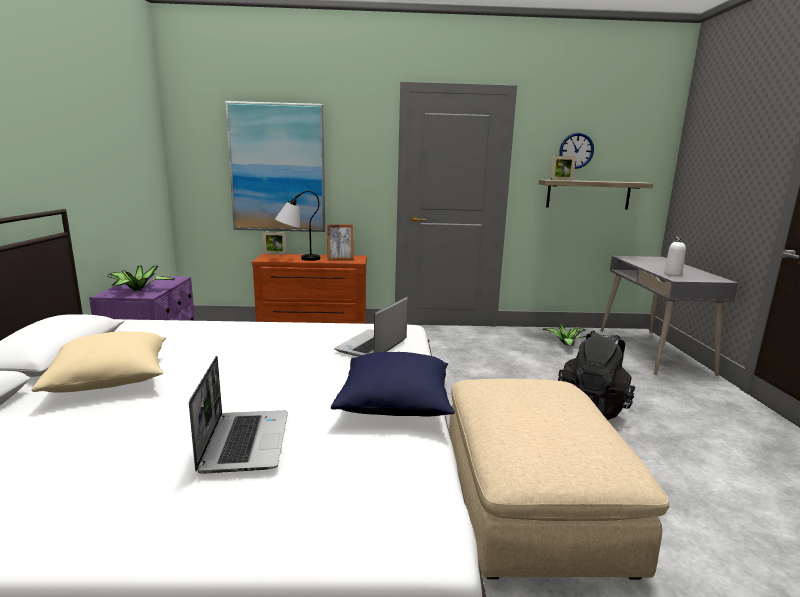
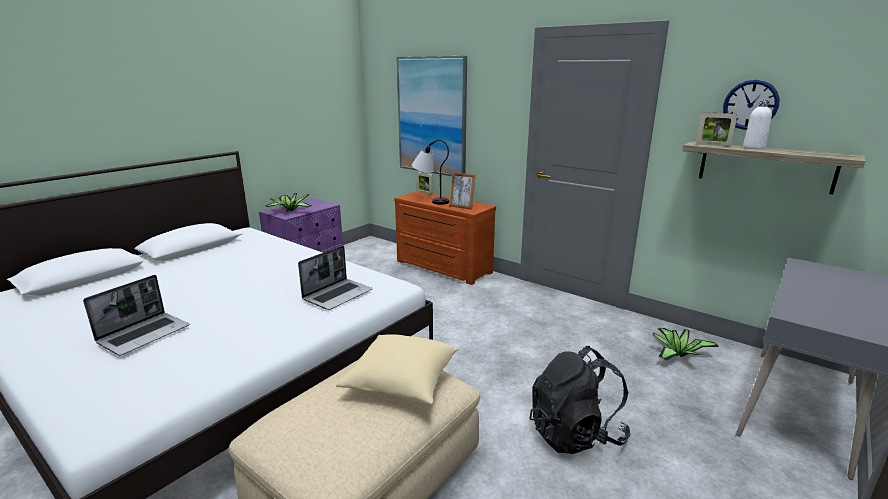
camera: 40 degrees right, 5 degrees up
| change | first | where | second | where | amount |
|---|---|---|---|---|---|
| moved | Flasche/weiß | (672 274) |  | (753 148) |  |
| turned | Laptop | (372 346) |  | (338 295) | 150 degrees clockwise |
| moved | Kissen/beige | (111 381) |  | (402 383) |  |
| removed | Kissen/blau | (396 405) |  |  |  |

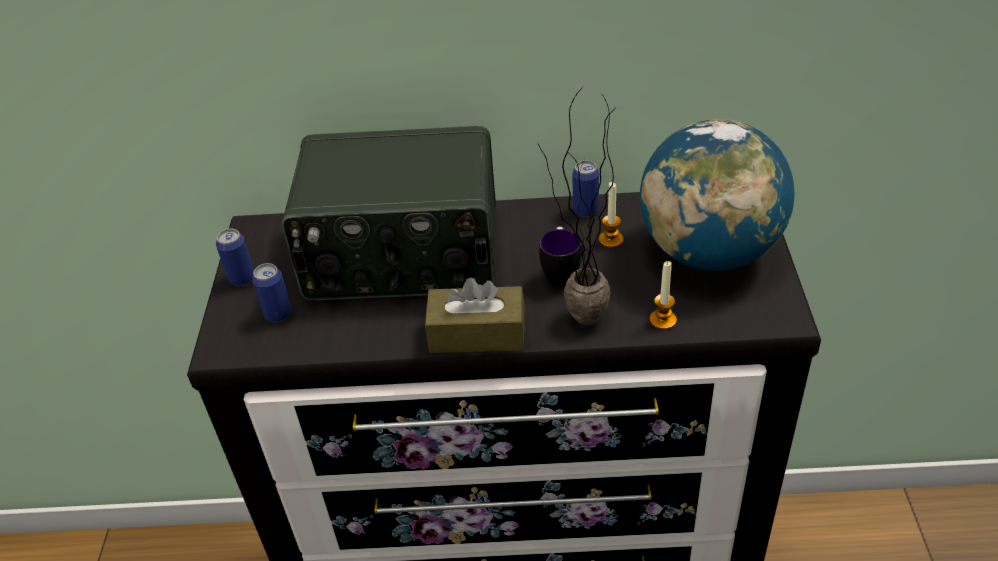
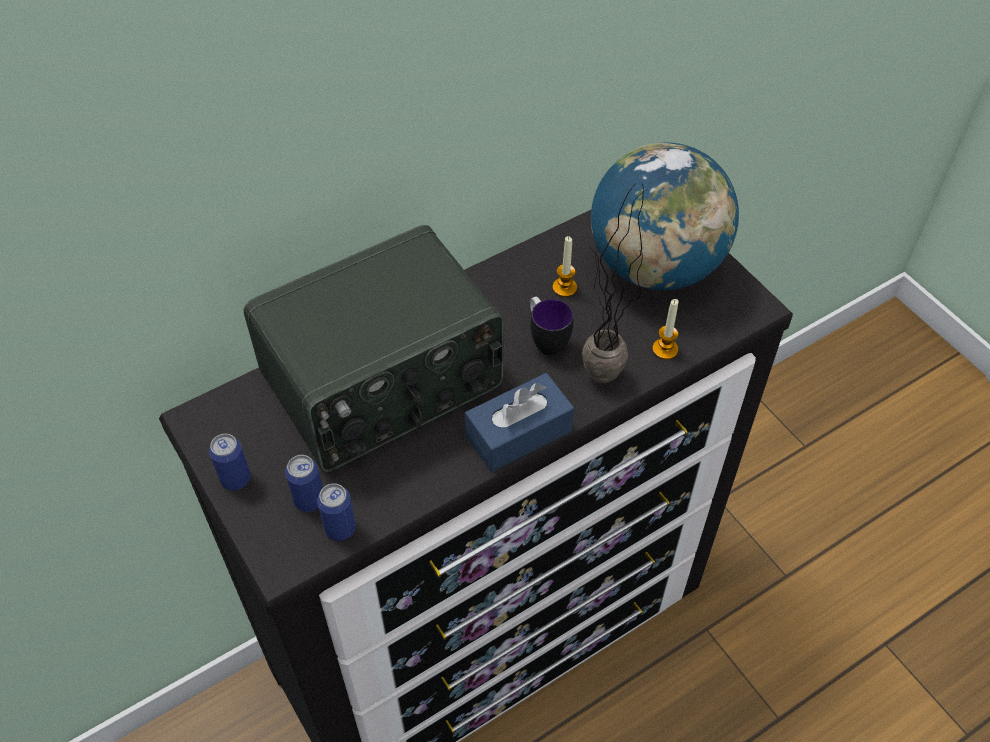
camera: 35 degrees left, 10 degrees up
| change | first | where | second | where | amount |
|---|---|---|---|---|---|
| moved | Dose | (585 210) |  | (340 528) |  |
| recoloured | Taschentuchbox/braun | (477 334) | Taschentuchbox/blau | (518 433) |  |

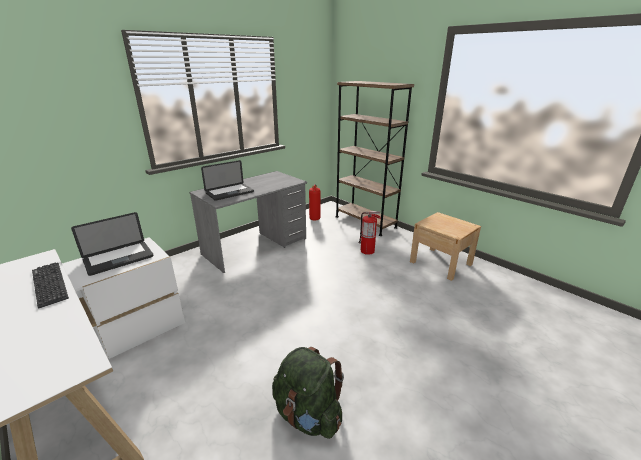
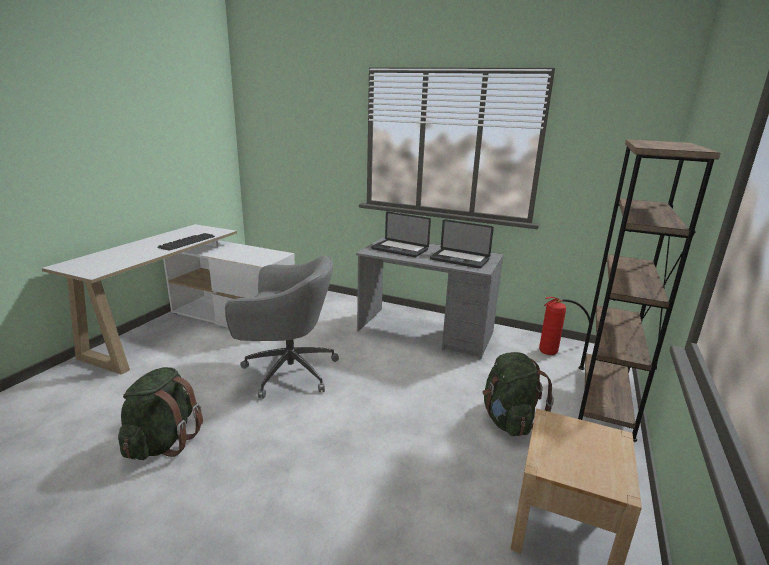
camera: 65 degrees right, 5 degrees down
| change | first | where | second | where | amount |
|---|---|---|---|---|---|
| replaced | Feuerlöscher | (367 251) | Rucksack/grün | (508 421) |  |
| moved | Laptop | (119 259) |  | (459 259) |  |
| added |  |  | Bürostuhl/grau | (287 371) |  |

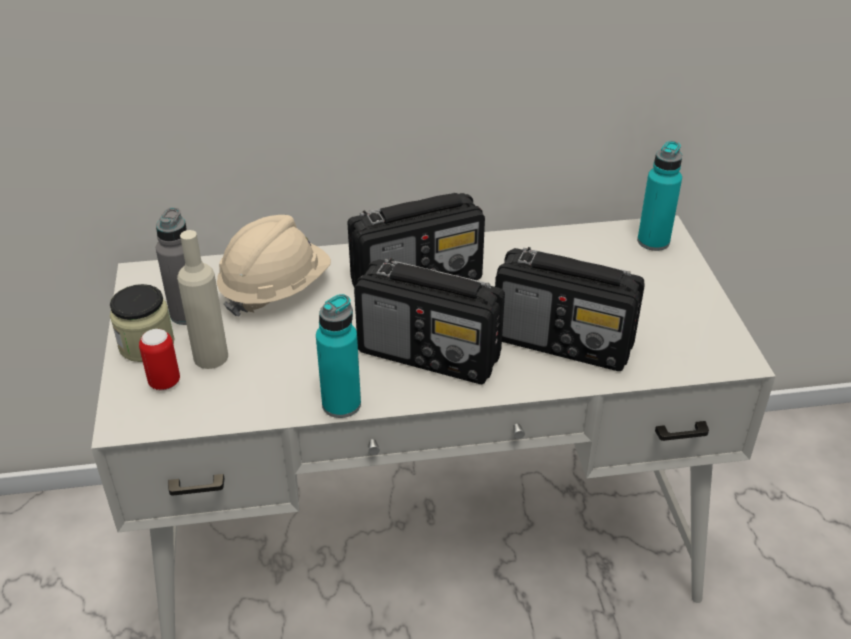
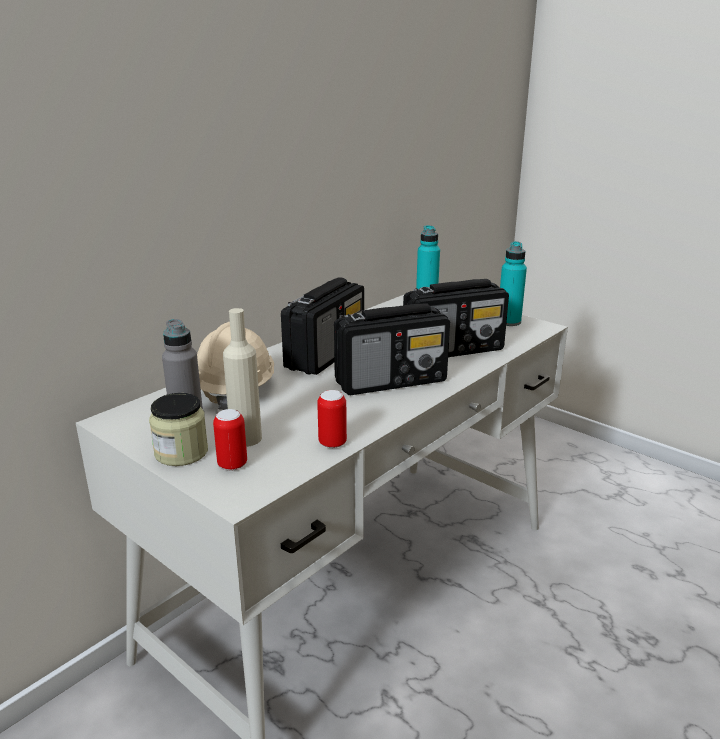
camera: 40 degrees left, 15 degrees down
| change | first | where | second | where | amount |
|---|---|---|---|---|---|
| moved | Flasche/türkis | (341 404) |  | (509 322) |  |
| added |  |  | Dose | (332 443) |  |

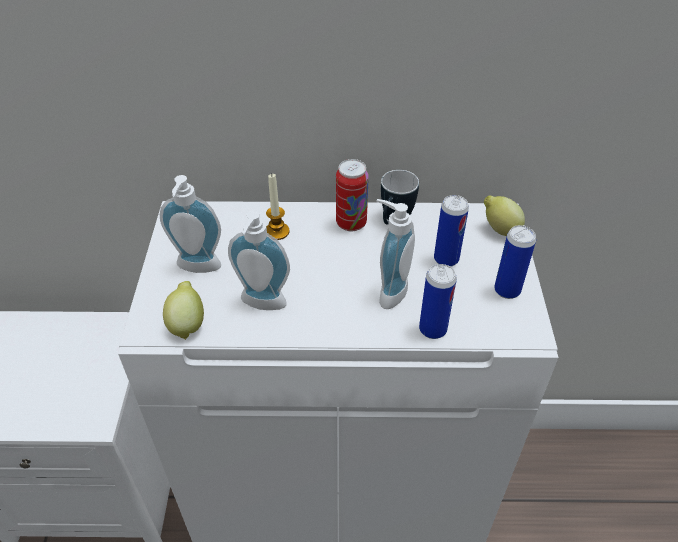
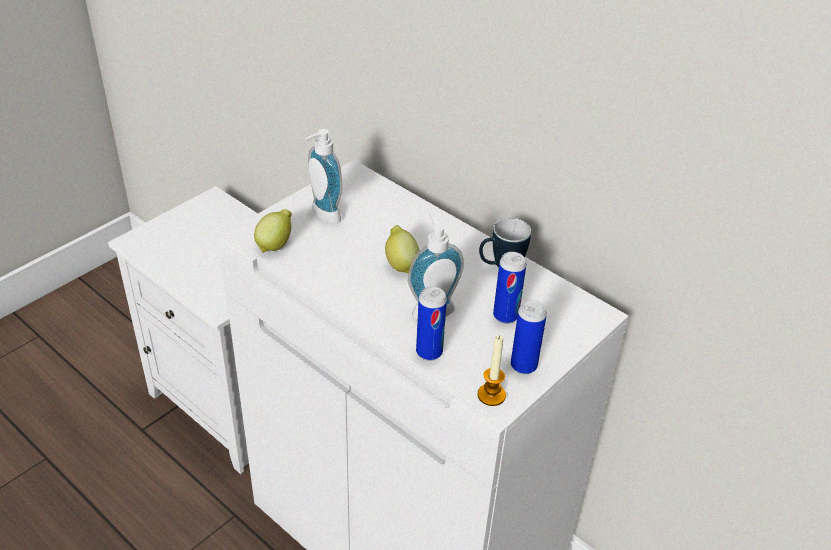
camera: 40 degrees right, 5 degrees down
| change | first | where | second | where | amount |
|---|---|---|---|---|---|
| removed | Dose | (351 223) |  |  |  |
| moved | Kerze | (277 231) |  | (491 395) |  |
| moved | Zitrone | (499 230) |  | (401 264) |  |
| removed | Seifenspender | (261 305) |  |  |  |

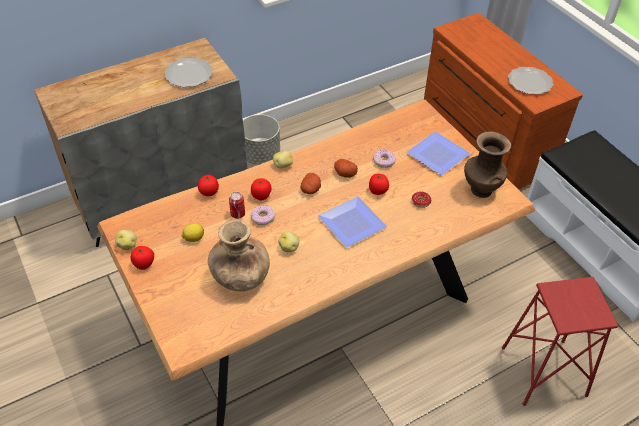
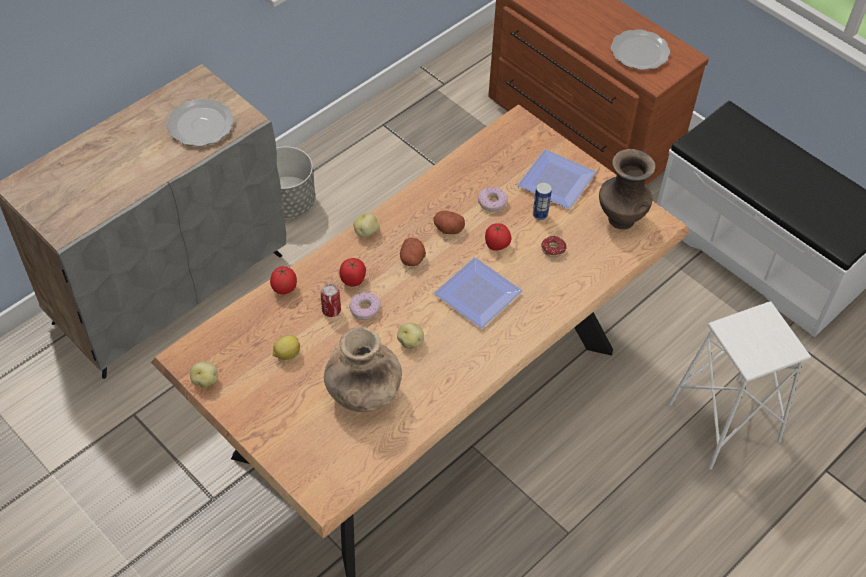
camera: 15 degrees left, 5 degrees up
| change | first | where | second | where | amount |
|---|---|---|---|---|---|
| removed | Tomate | (144 264) |  |  |  |
| recoloured | Hocker/rot | (543 371) | Hocker/weiß | (723 422) |  |
| added |  |  | Dose | (540 214) |  |

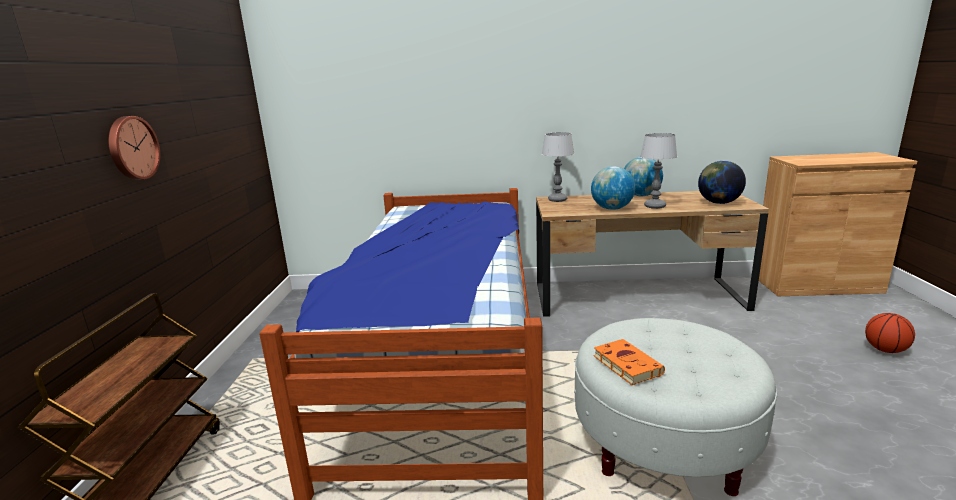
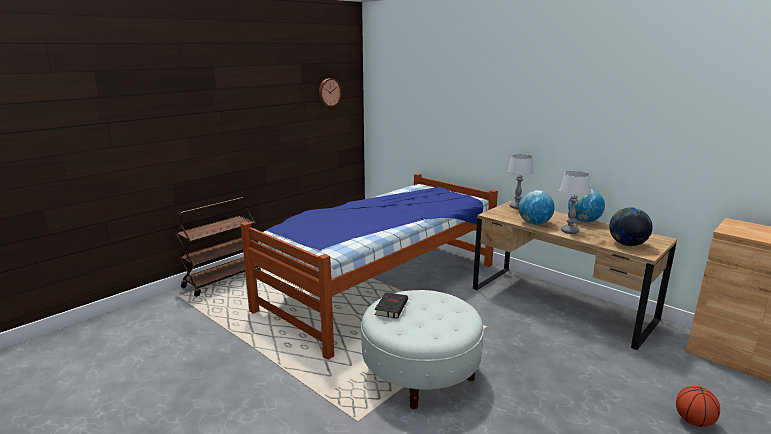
camera: 40 degrees right, 0 degrees up
| change | first | where | second | where | amount |
|---|---|---|---|---|---|
| moved | Wanduhr | (132 148) |  | (329 92) |  |
| recoloured | Buch/orange | (625 364) | Buch/schwarz | (391 307) |  |

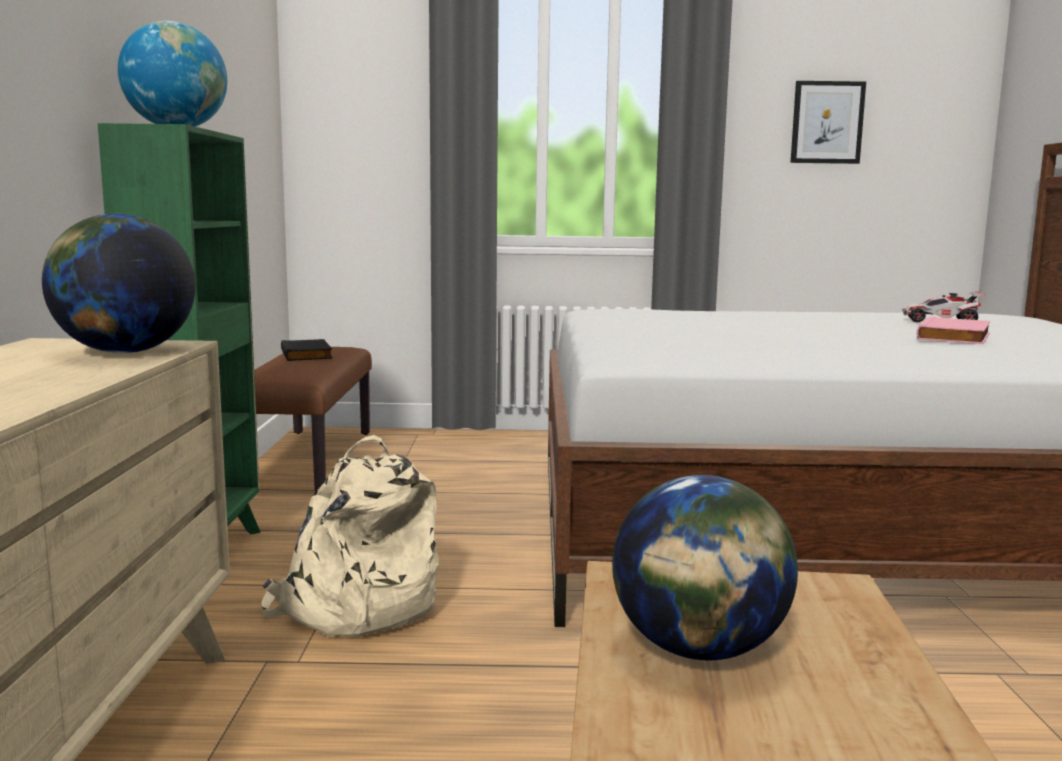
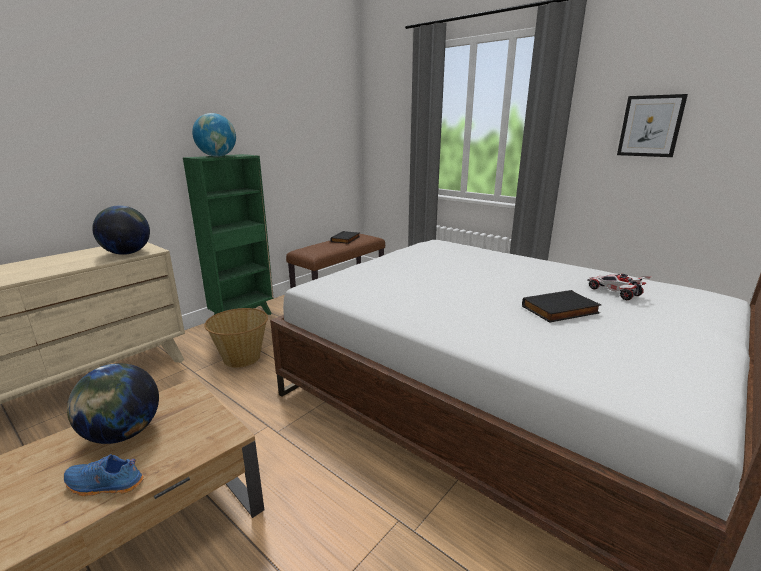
camera: 40 degrees right, 10 degrees up
| change | first | where | second | where | amount |
|---|---|---|---|---|---|
| recoloured | Buch/rosa | (956 337) | Buch/schwarz | (560 310) |  |
| replaced | Rucksack/beige | (356 607) | Korb | (241 357) |  |
| added |  |  | Schuh/blau | (104 485) |  |

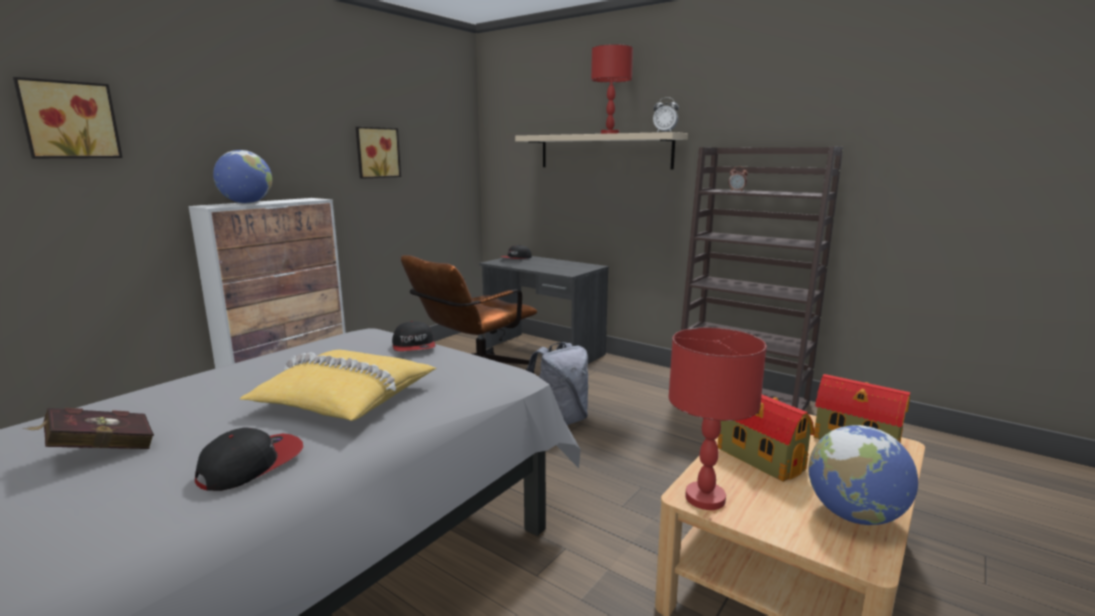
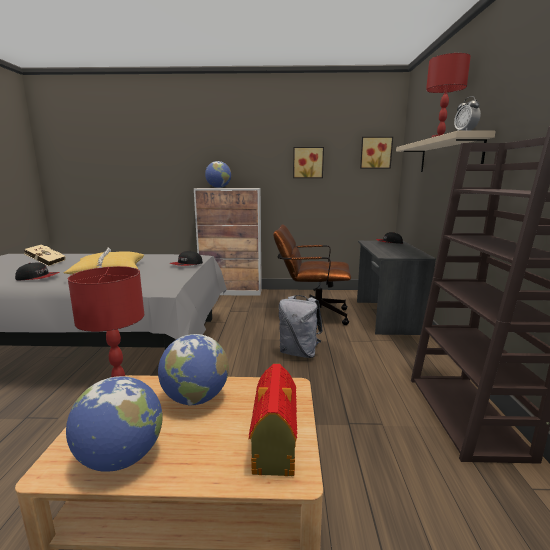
camera: 55 degrees right, 0 degrees up
| change | first | where | second | where | amount |
|---|---|---|---|---|---|
| moved | Bild | (69 120) |  | (375 152) |  |
| removed | Wecker | (737 191) |  |  |  |
| replaced | Spielzeughaus | (758 458) | Globus | (196 398) |  |
| recoloured | Buch/rot | (98 451) | Buch/beige | (45 263) |  |

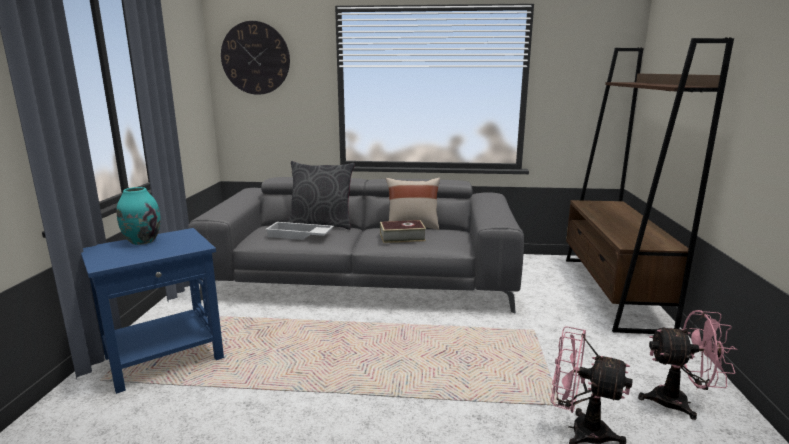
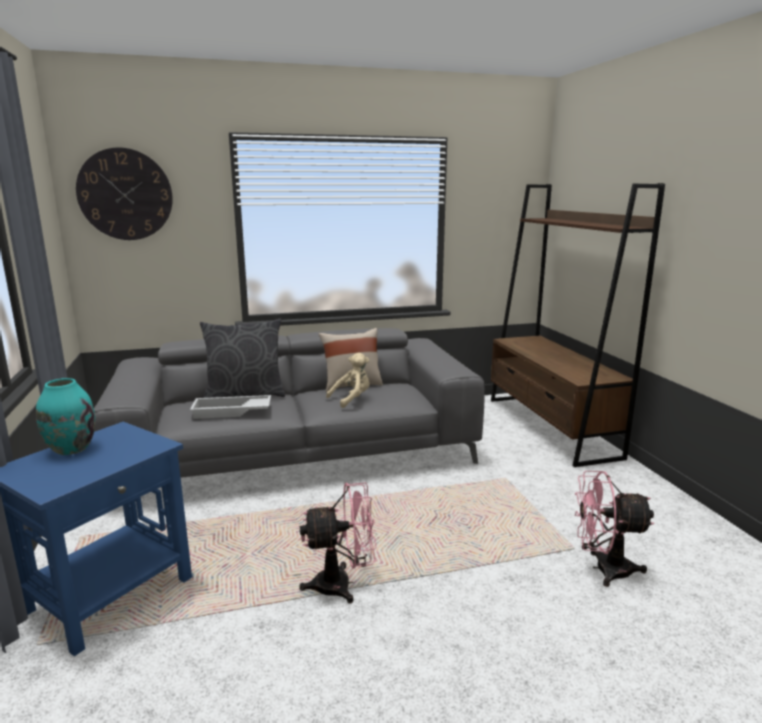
camera: 20 degrees left, 0 degrees up
| change | first | where | second | where | amount |
|---|---|---|---|---|---|
| replaced | Buch | (402 237) | Plüschtier/beige | (352 399) |  |
| moved | Ventilator/rosa | (679 402) |  | (342 584) |  |

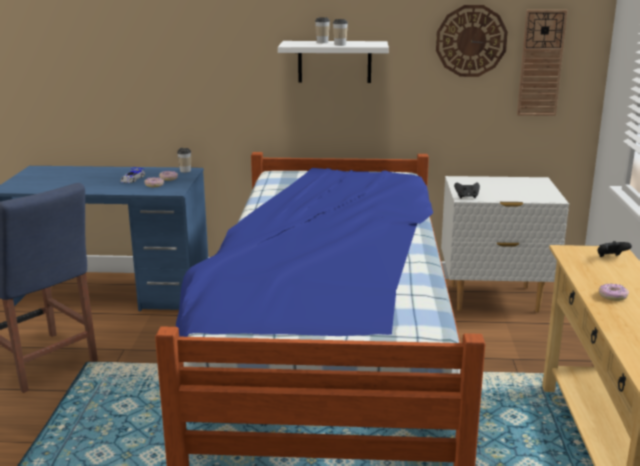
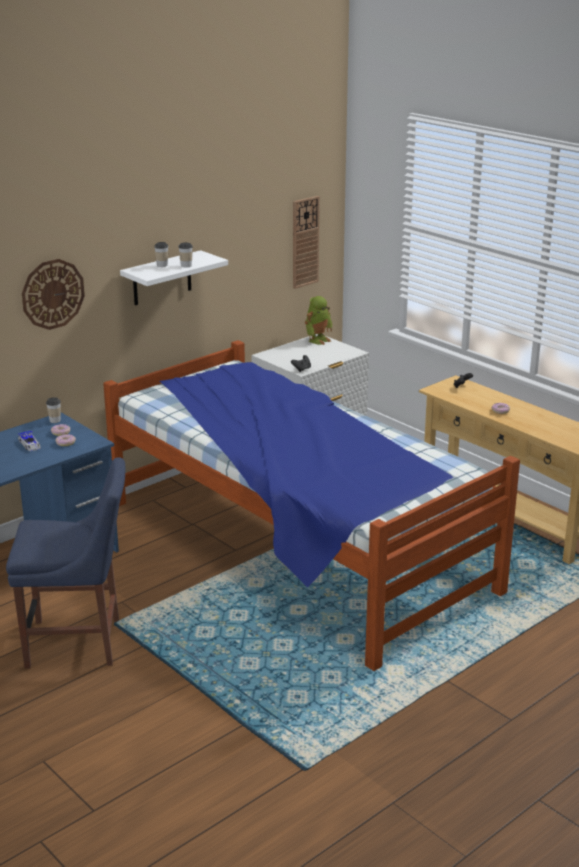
camera: 45 degrees left, 5 degrees up
| change | first | where | second | where | amount |
|---|---|---|---|---|---|
| moved | Wanduhr | (471 41) |  | (52 294) |  |
| added |  |  | Spielzeugroboter | (318 340) |  |

